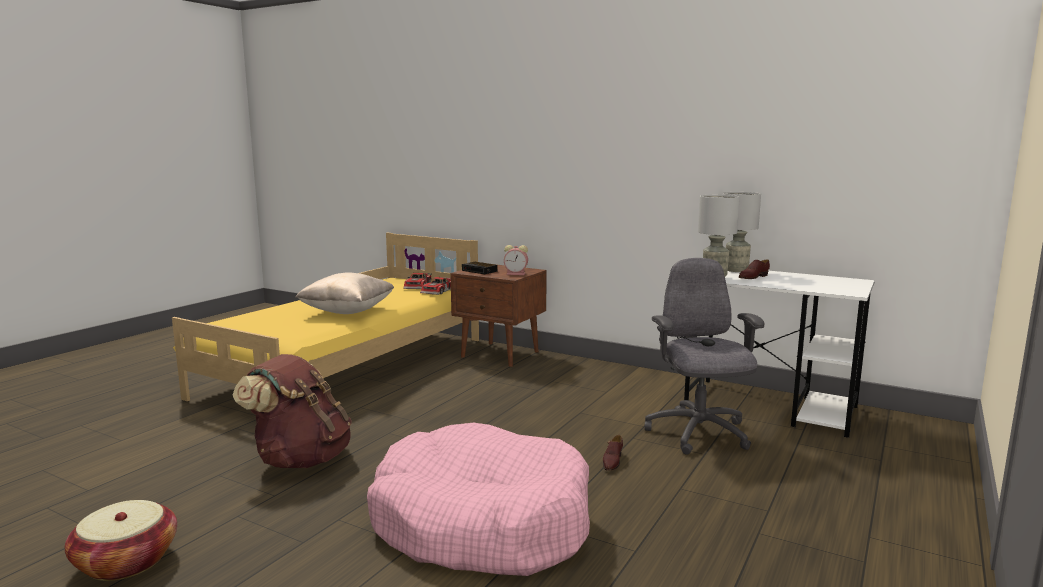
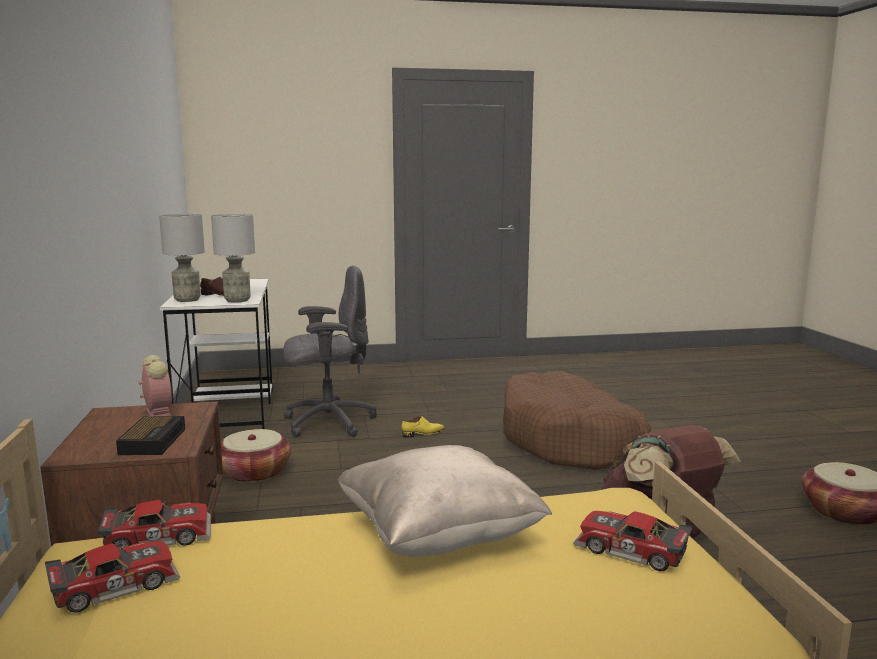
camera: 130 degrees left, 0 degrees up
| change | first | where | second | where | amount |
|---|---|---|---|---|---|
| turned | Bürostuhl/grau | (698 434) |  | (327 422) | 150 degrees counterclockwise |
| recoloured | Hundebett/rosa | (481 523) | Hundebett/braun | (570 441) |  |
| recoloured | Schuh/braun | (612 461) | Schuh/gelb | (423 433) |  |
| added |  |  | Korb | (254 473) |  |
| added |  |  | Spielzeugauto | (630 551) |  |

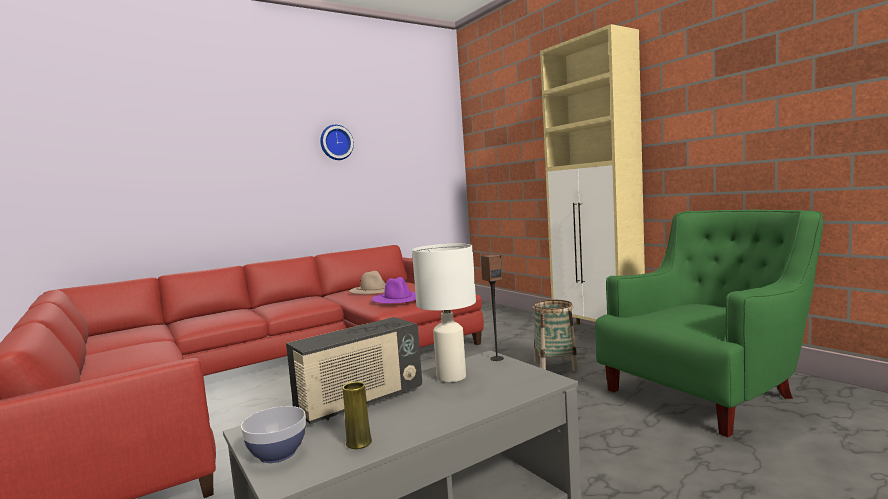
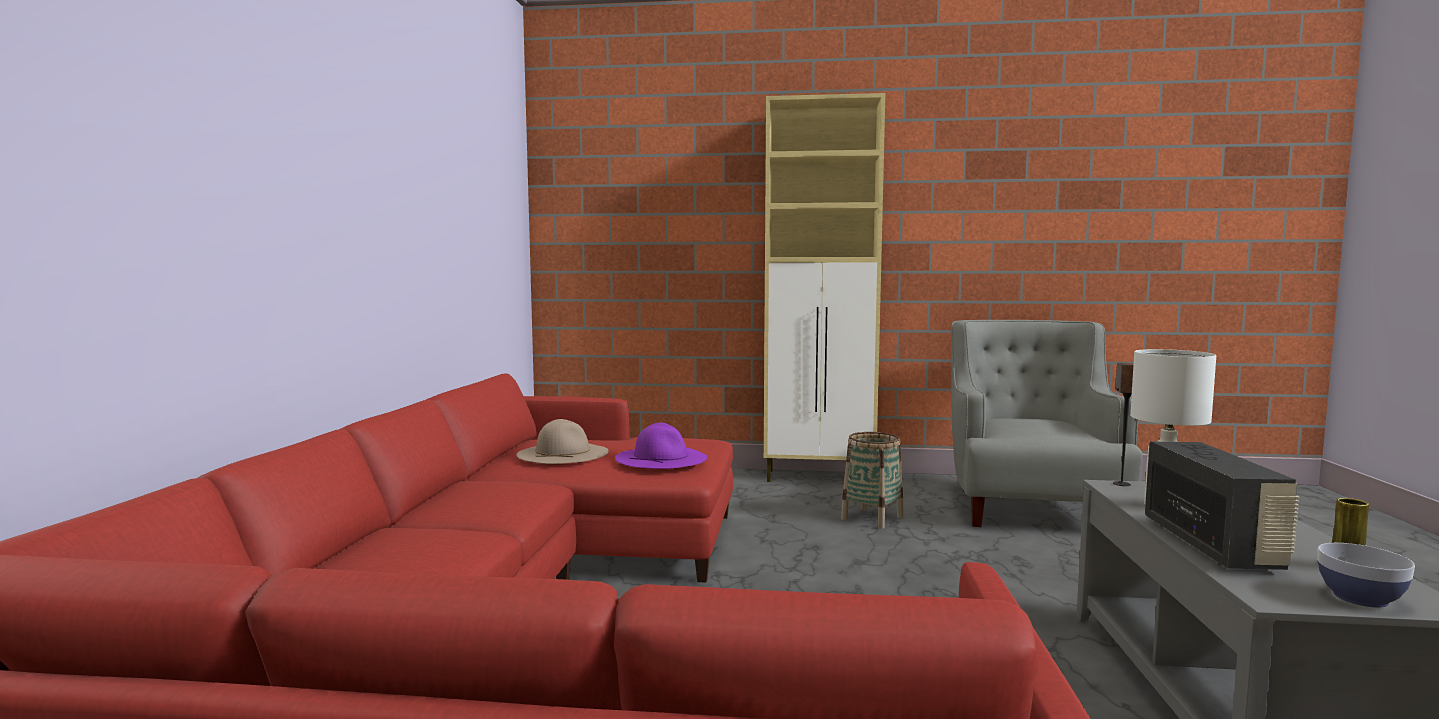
camera: 50 degrees left, 0 degrees up
| change | first | where | second | where | amount |
|---|---|---|---|---|---|
| removed | Wanduhr | (336 142) |  |  |  |
| recoloured | Sessel/grün | (708 391) | Sessel/grau | (1030 506) |  |

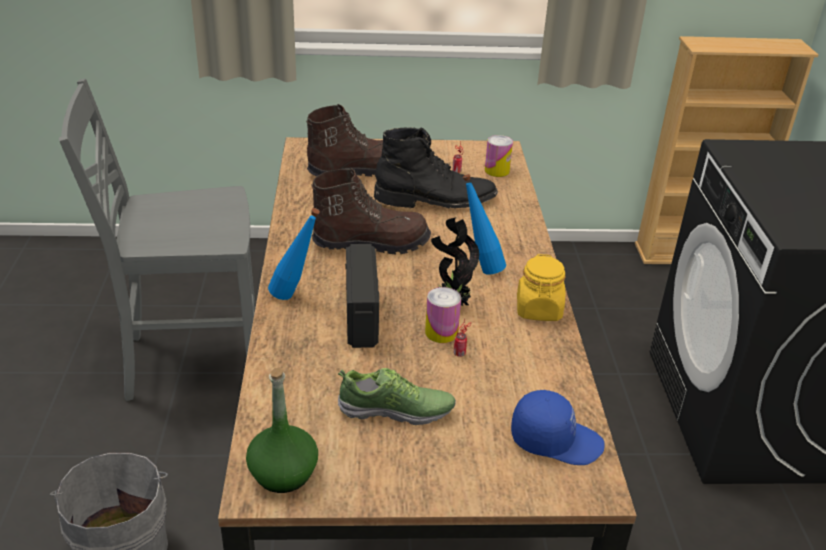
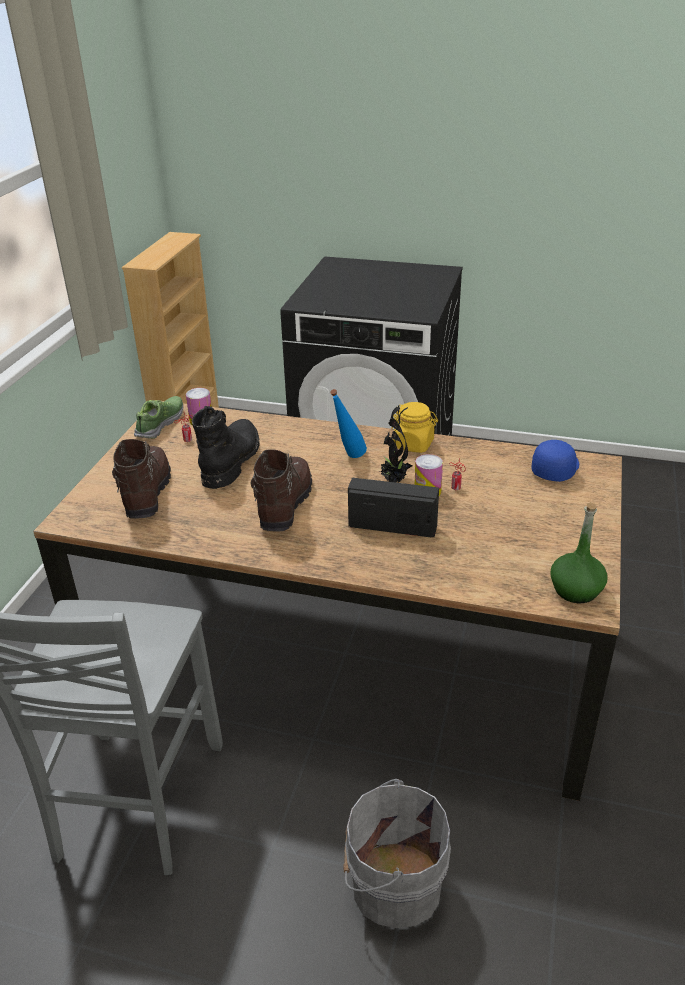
camera: 70 degrees left, 0 degrees up
| change | first | where | second | where | amount |
|---|---|---|---|---|---|
| removed | Flasche/blau | (295 297) |  |  |  |
| moved | Schuh | (396 410) |  | (161 424) |  |

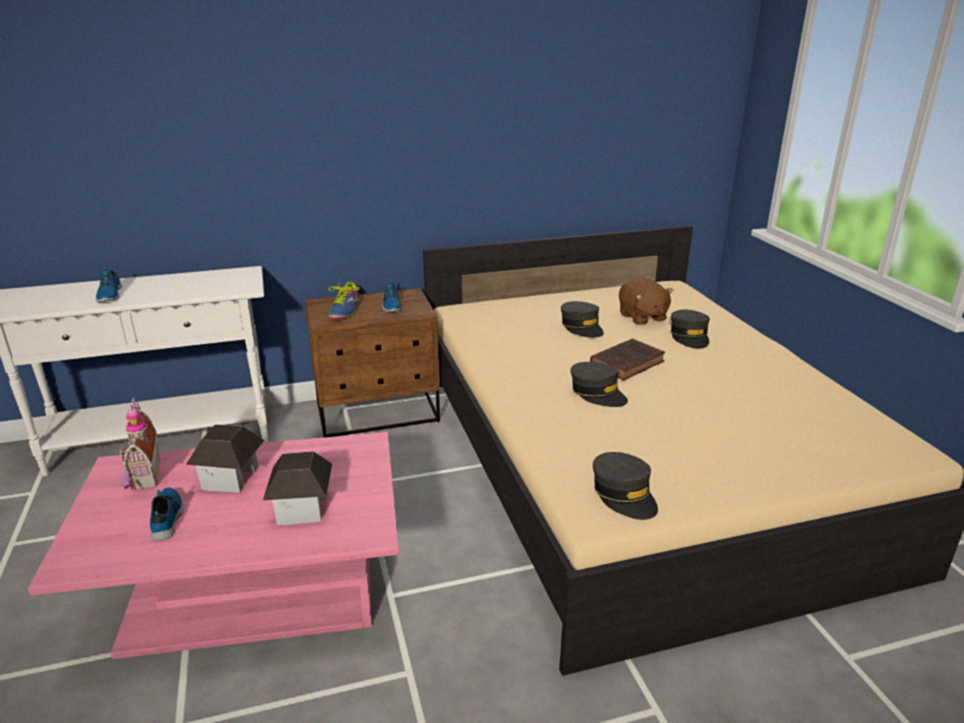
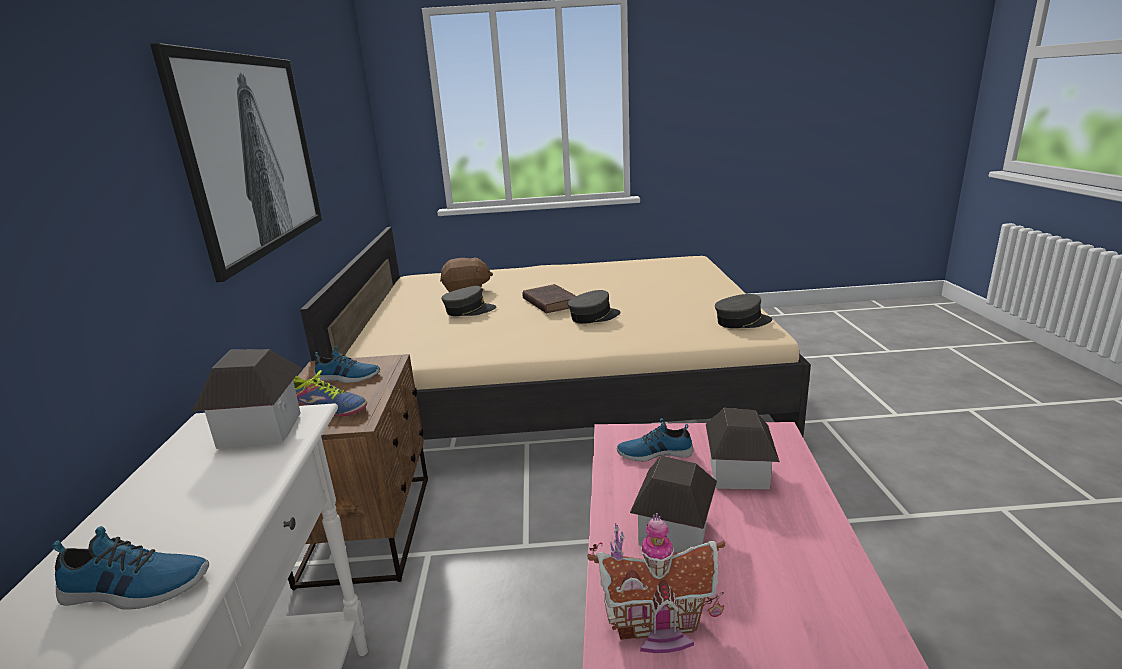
camera: 75 degrees left, 5 degrees down
| change | first | where | second | where | amount |
|---|---|---|---|---|---|
| removed | Kappe/grau | (689 336) |  |  |  |
| moved | Schuh | (168 517) |  | (654 452) |  |
| added |  |  | Bild | (254 154) |  |
| added |  |  | Spielzeughaus | (261 429) |  |

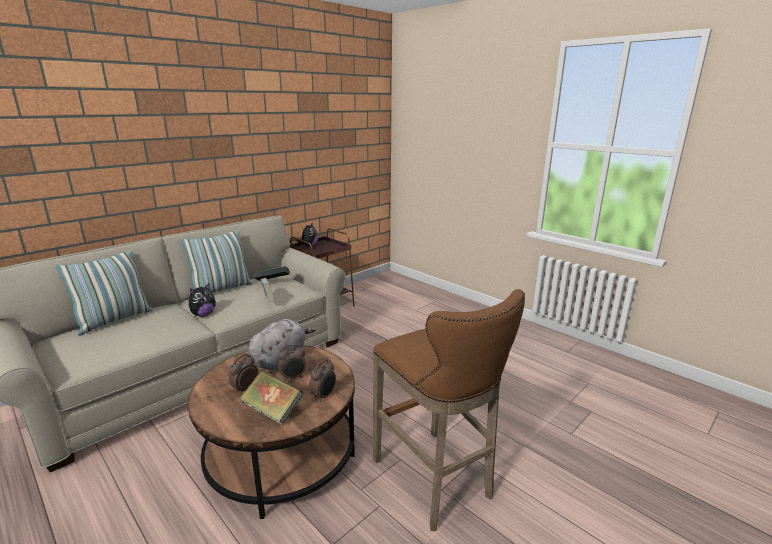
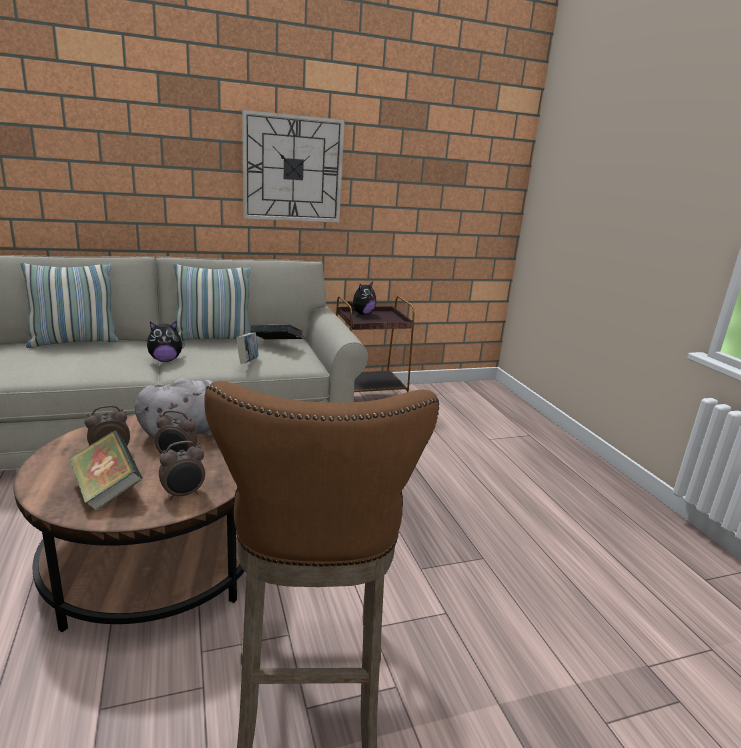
camera: 25 degrees right, 0 degrees up
| change | first | where | second | where | amount |
|---|---|---|---|---|---|
| added |  |  | Wanduhr | (293 169) |  |

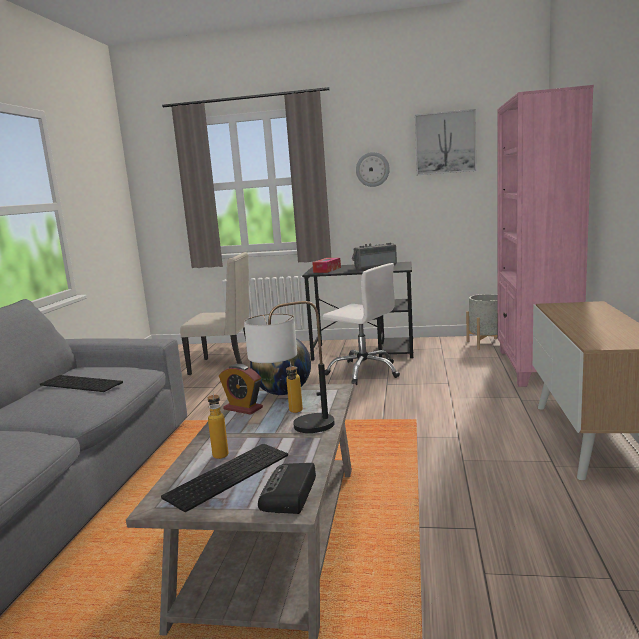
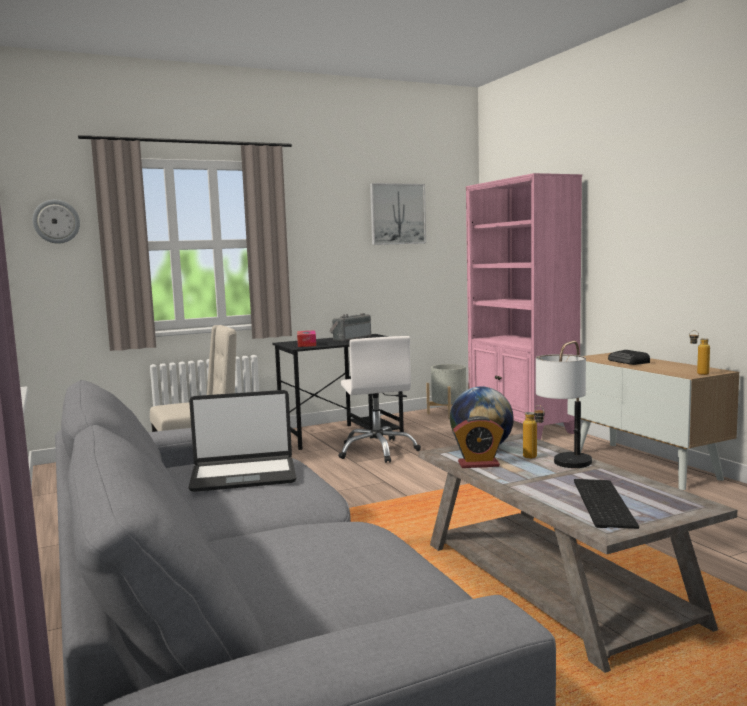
camera: 35 degrees left, 5 degrees down
| change | first | where | second | where | amount |
|---|---|---|---|---|---|
| moved | Wanduhr | (372 169) |  | (56 221) |  |
| turned | Bürostuhl/weiß | (364 372) |  | (378 451) | 75 degrees clockwise |
| replaced | Tastatur | (83 383) | Laptop | (243 475) |  |
| moved | Flasche | (220 452) |  | (698 373) |  |
| moved | Radio | (289 494) |  | (629 362) |  |

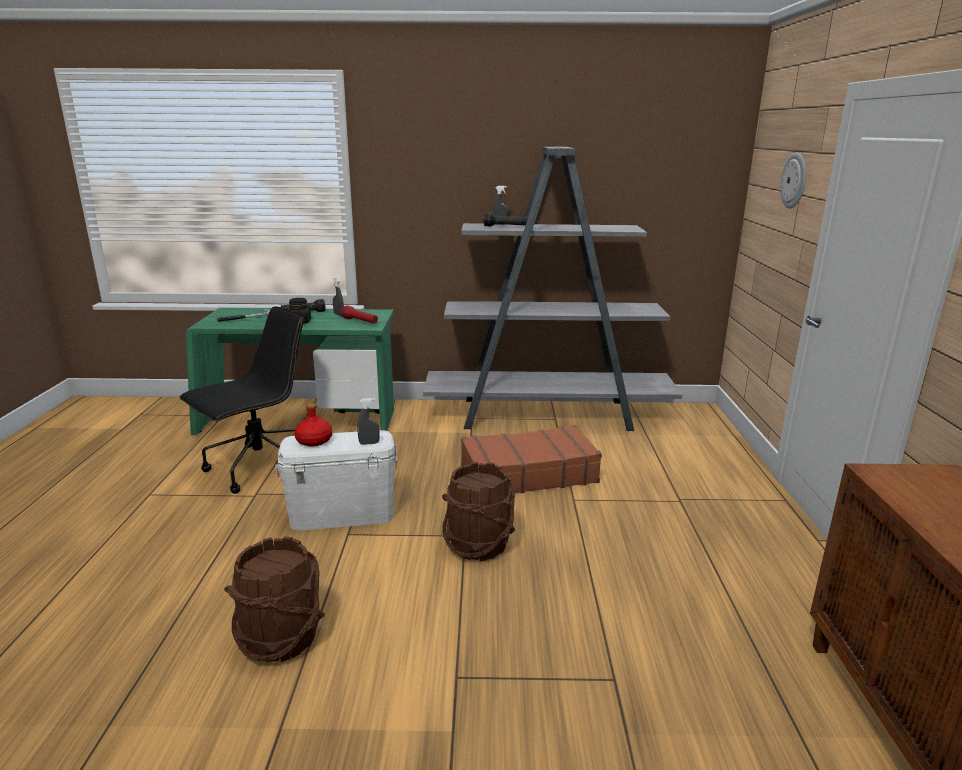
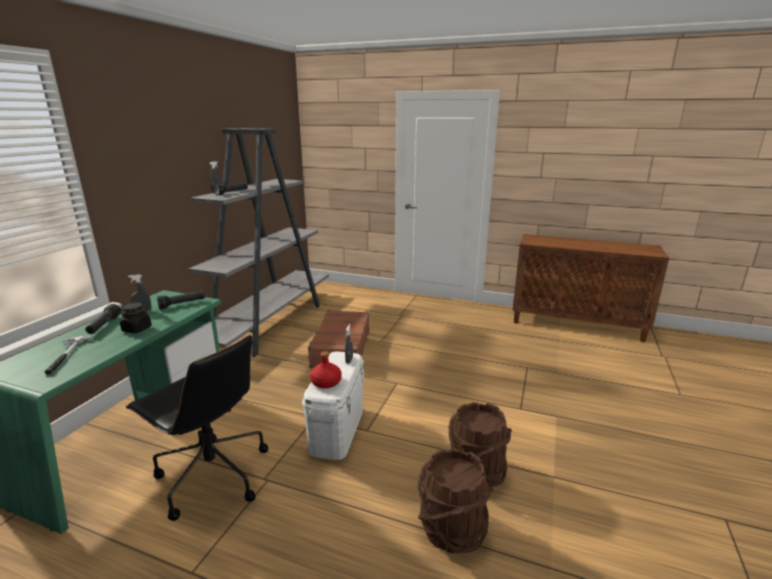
camera: 70 degrees left, 0 degrees up
| change | first | where | second | where | amount |
|---|---|---|---|---|---|
| removed | Wanduhr | (795 180) |  |  |  |
| recoloured | Taschenlampe/rot | (360 322) | Taschenlampe/schwarz | (182 304) |  |
| turned | Bürostuhl/schwarz | (258 468) |  | (211 475) | 150 degrees clockwise |
| moved | Eimer/braun | (478 544) |  | (451 529) |  |

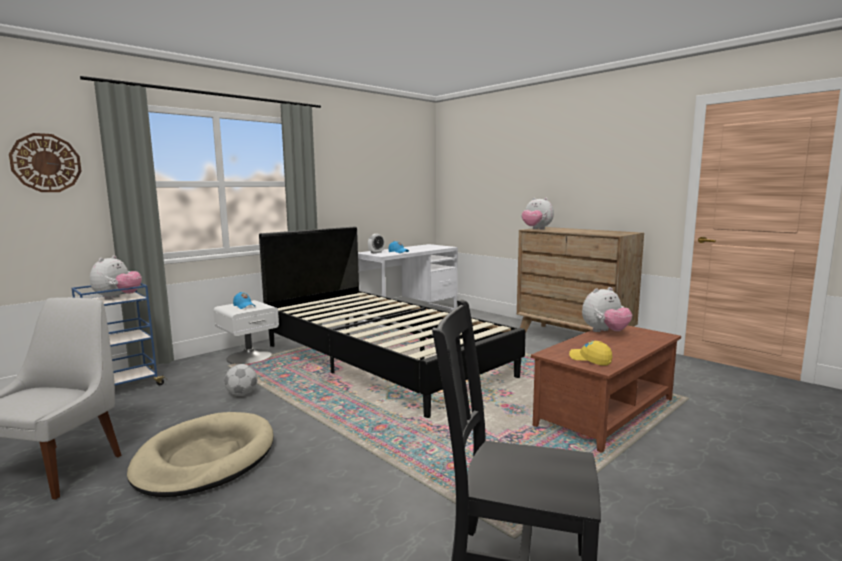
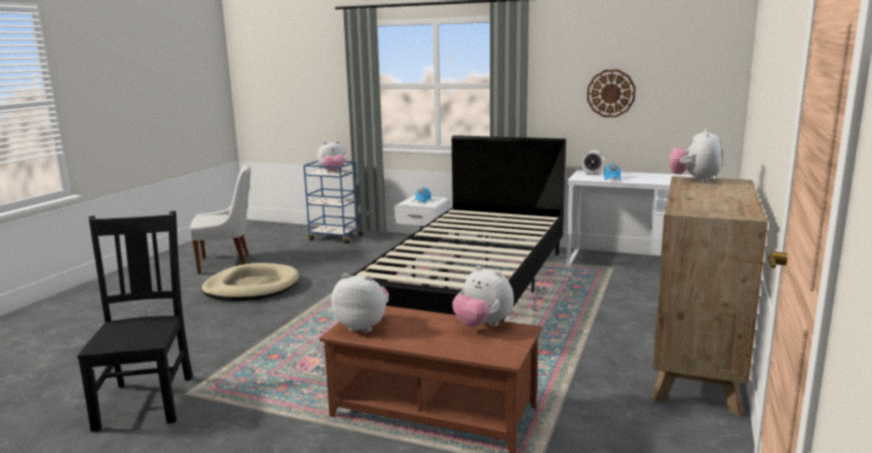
camera: 65 degrees right, 5 degrees up
| change | first | where | second | where | amount |
|---|---|---|---|---|---|
| moved | Wanduhr | (46 163) |  | (611 93) |  |
| replaced | Kappe/gelb | (590 360) | Plüschtier | (363 326) |  |
| removed | Fußball | (242 394) |  |  |  |

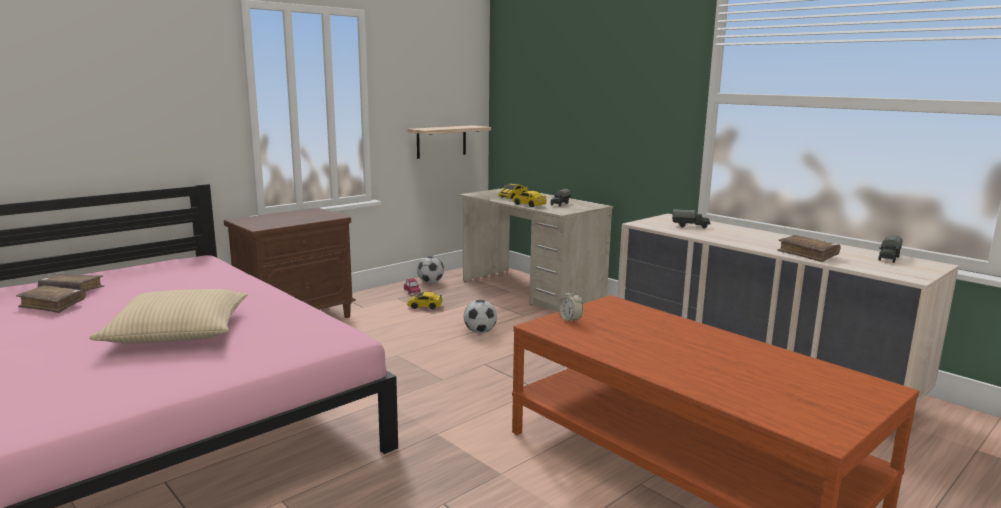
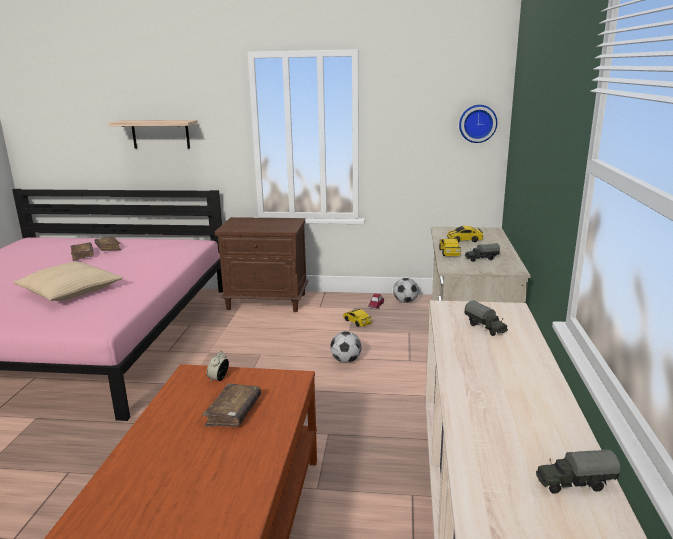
camera: 50 degrees right, 5 degrees up
| change | first | where | second | where | amount |
|---|---|---|---|---|---|
| moved | Wandregal | (441 141) |  | (160 134) |  |
| moved | Buch/braun | (807 254) |  | (233 412) |  |
| added |  |  | Wanduhr | (477 123) |  |

